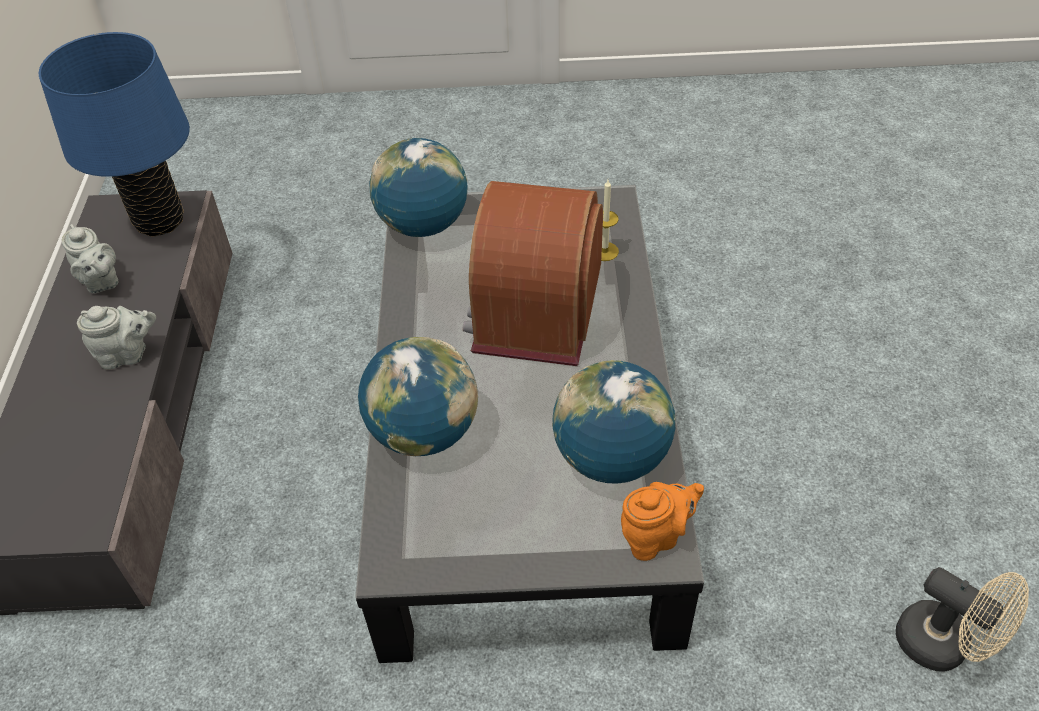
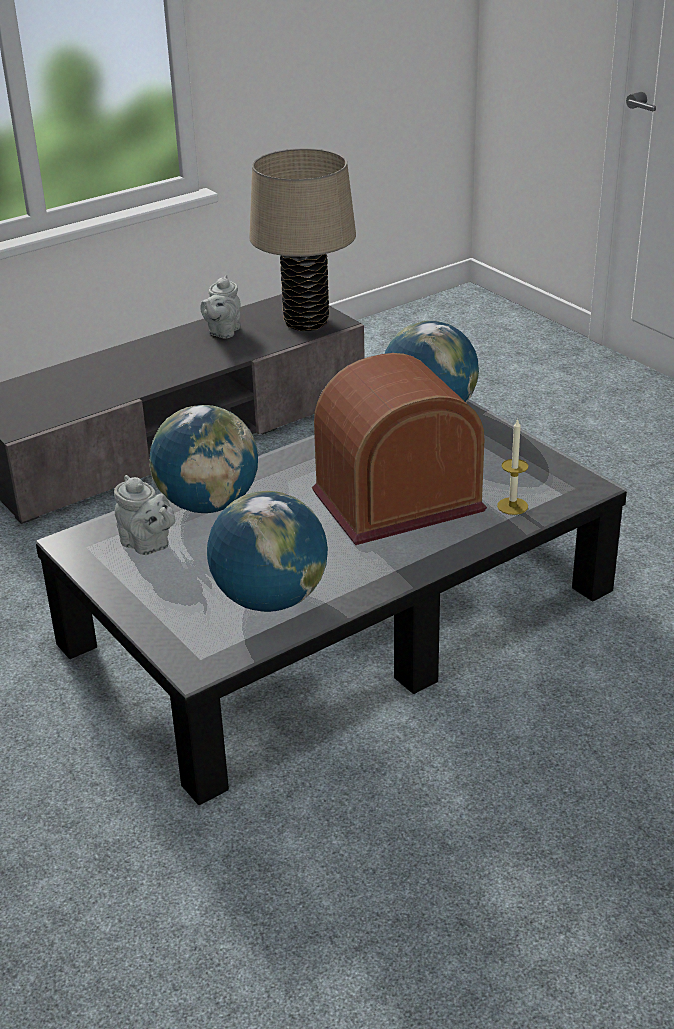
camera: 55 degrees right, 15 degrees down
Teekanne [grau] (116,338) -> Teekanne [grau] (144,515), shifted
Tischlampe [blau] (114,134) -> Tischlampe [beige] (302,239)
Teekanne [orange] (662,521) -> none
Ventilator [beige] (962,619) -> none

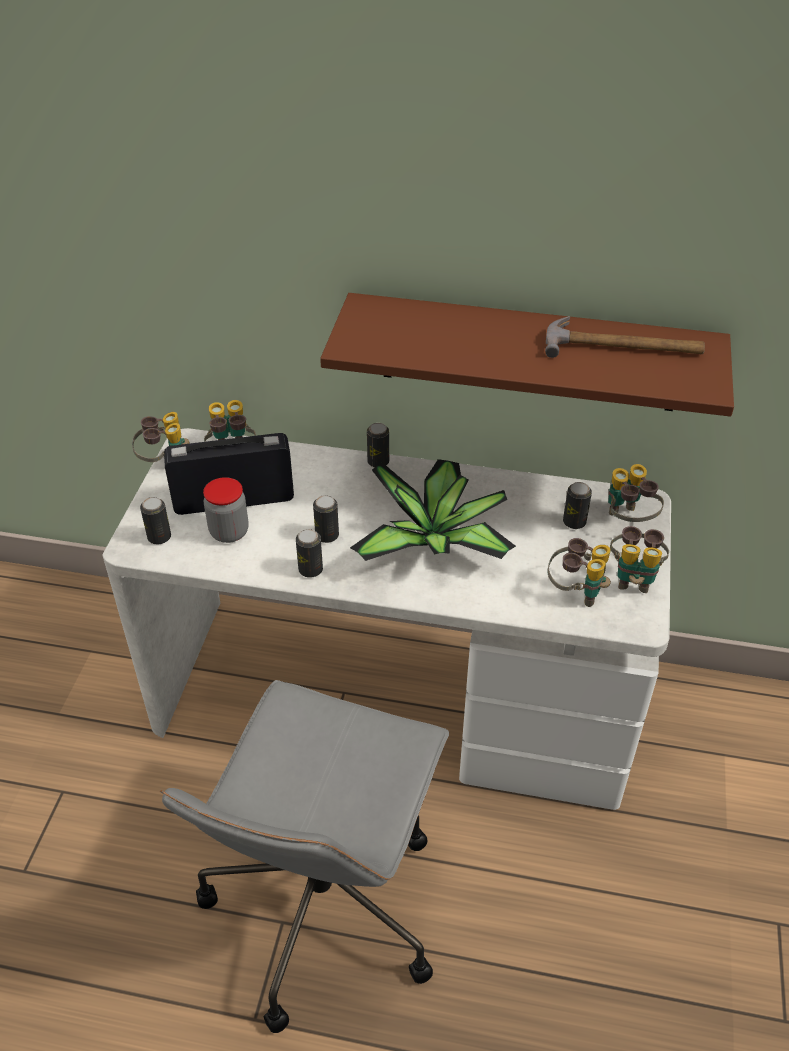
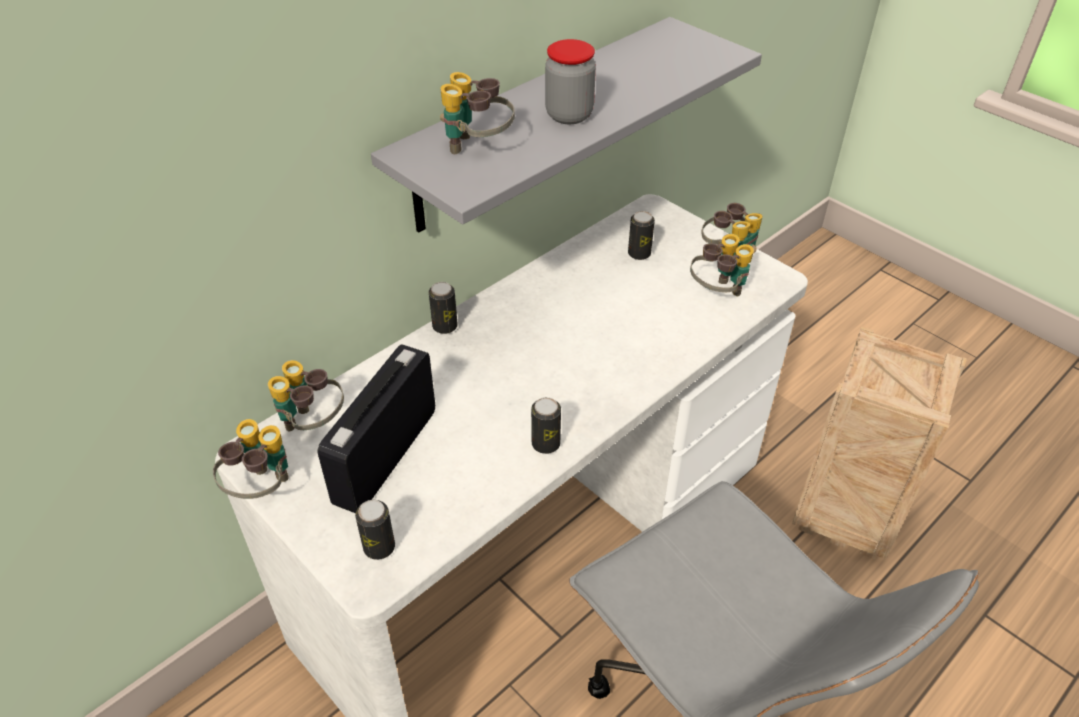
camera: 55 degrees left, 0 degrees up
Wandregal [braun] (527,355) -> Wandregal [grau] (566,125)
Fernglas (636,493) -> Fernglas (477,113), shifted
Vorratsglas (226,510) -> Vorratsglas (570,81), shifted
none -> Kiste (879,443)
Dose (326,519) -> none
Topfpflanze (433,510) -> none
Hammer (625,337) -> none

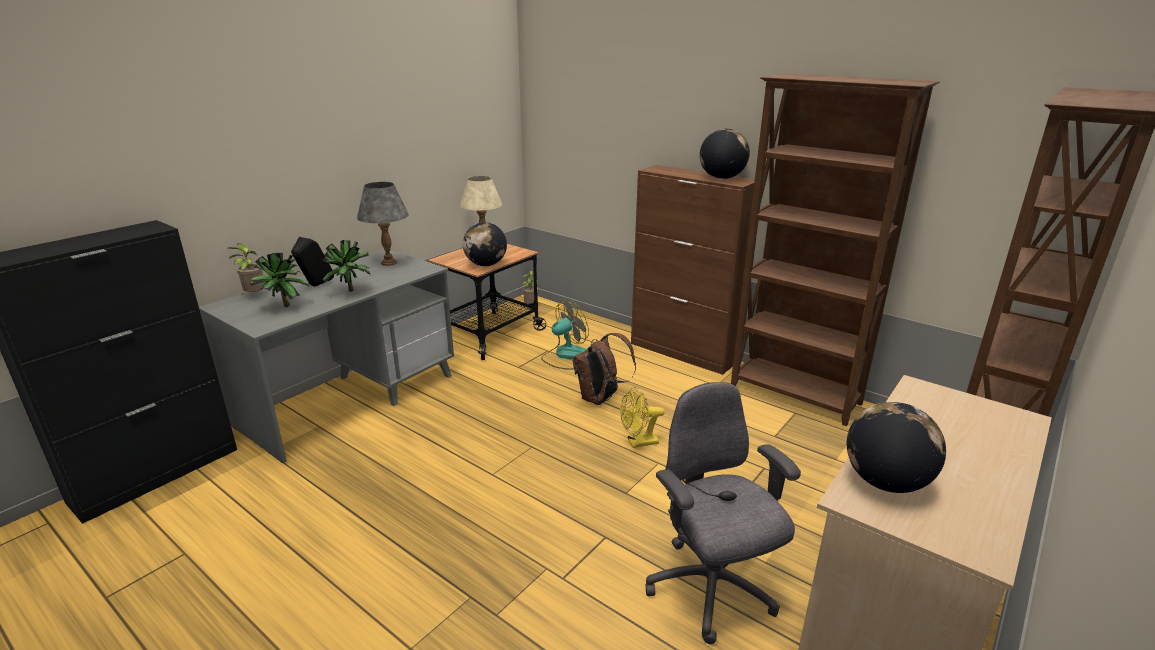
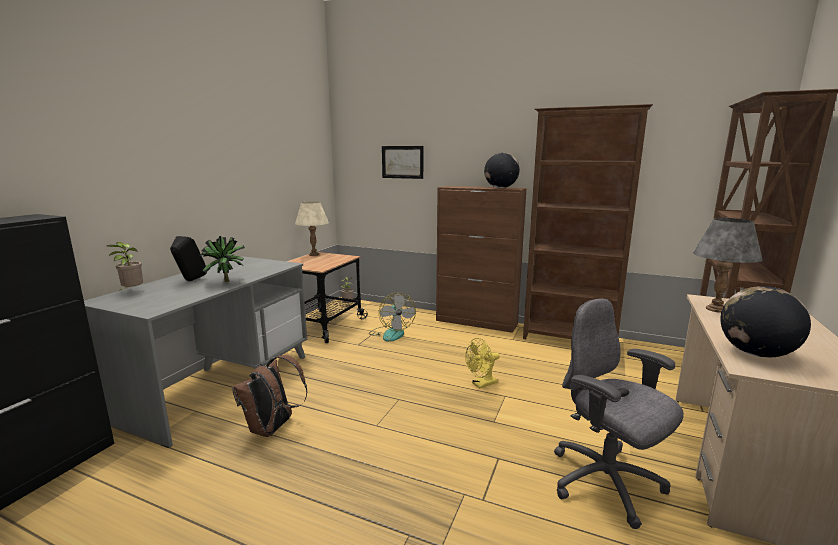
camera: 15 degrees left, 10 degrees down
Rucksack [braun] (604,369) -> Rucksack [braun] (270,396), shifted
Ventilator (565,335) -> Ventilator (392,317), 120 degrees clockwise
none -> Bild (402,162)
Tischlampe [grau] (383,224) -> Tischlampe [grau] (727,265), shifted
Topfpflanze (279,280) -> none
Globus (485,244) -> none

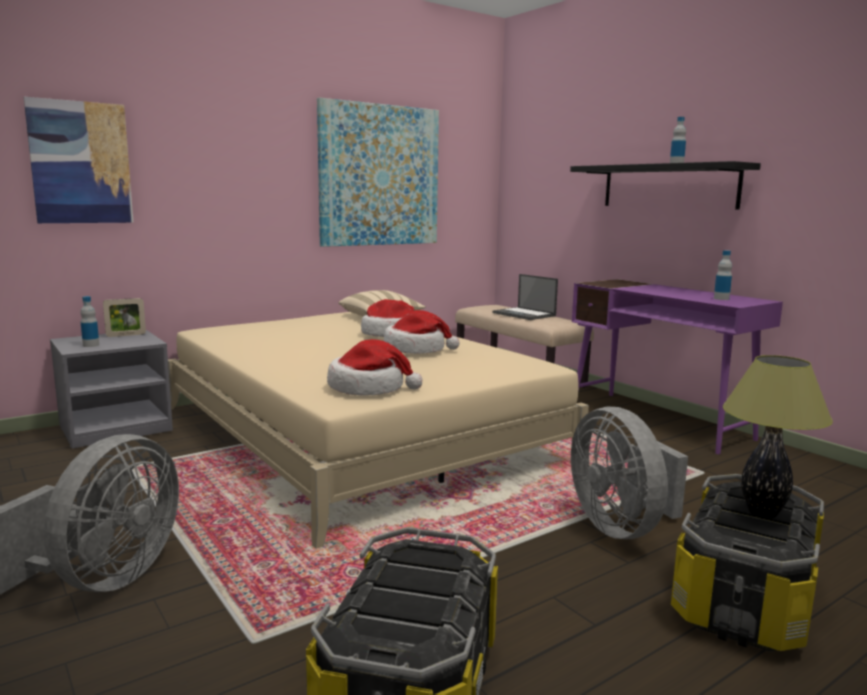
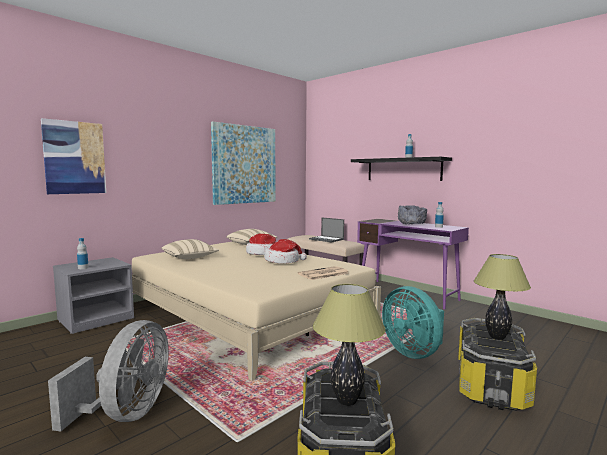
camera: 10 degrees left, 5 degrees down
none -> Kissen [beige] (190,249)
none -> Zeitung (324,273)
none -> Tischlampe (349,345)
Ventilator [grau] (629,472) -> Ventilator [türkis] (413,322)
none -> Schüssel [grau] (412,214)
Bilderrahmen (124,317) -> none
Hut (375,367) -> none

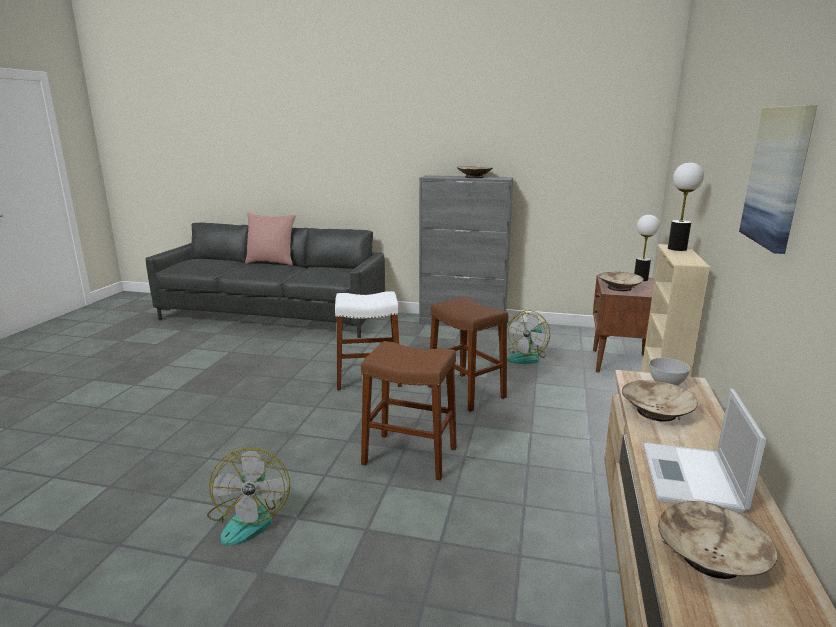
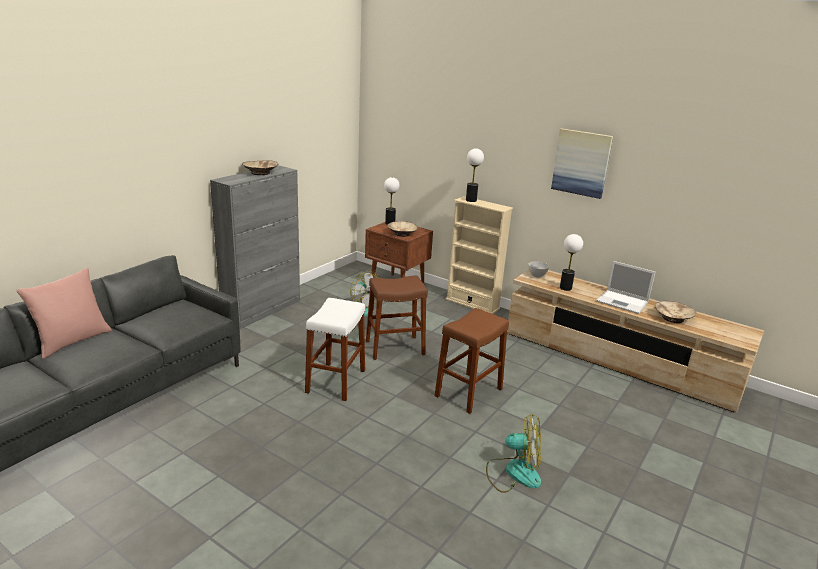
camera: 70 degrees left, 5 degrees up
Schüssel [beige] (660,401) -> Tischlampe (571,262)

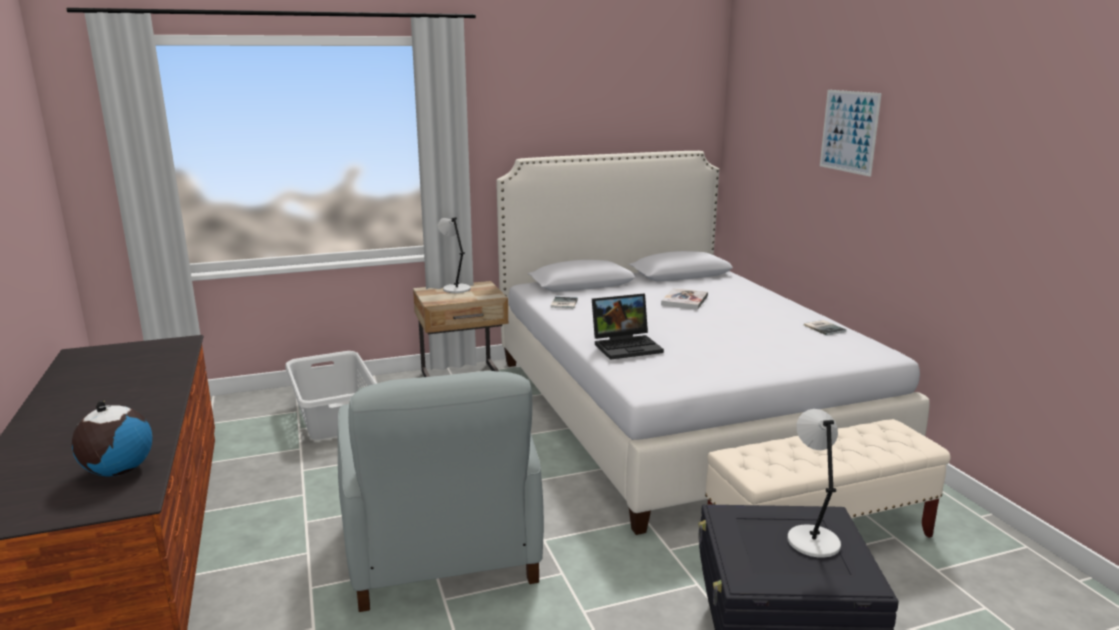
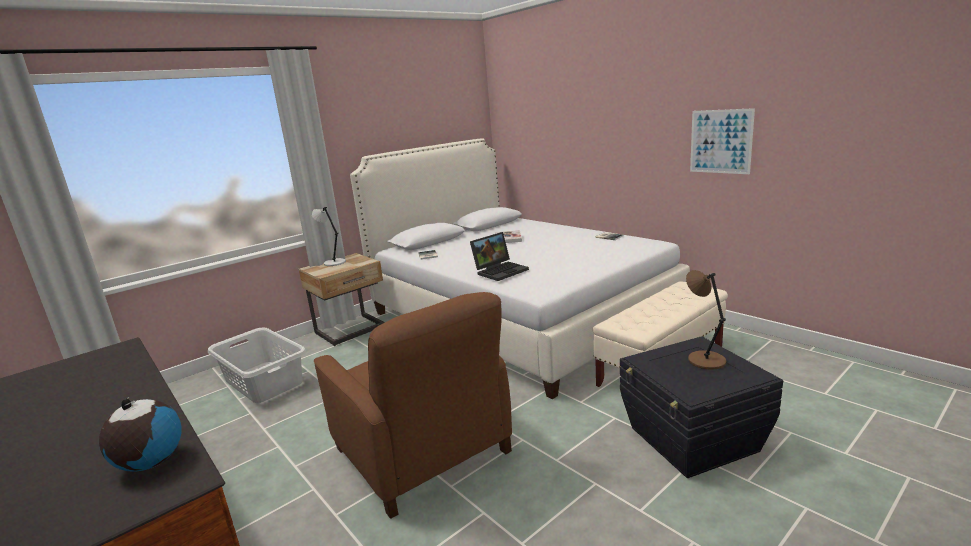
camera: 20 degrees left, 0 degrees up
Sessel [grau] (441,491) -> Sessel [braun] (413,405)
Tischlampe [grau] (814,483) -> Tischlampe [braun] (706,319)
Bild (851,133) -> Bild (722,141), shifted

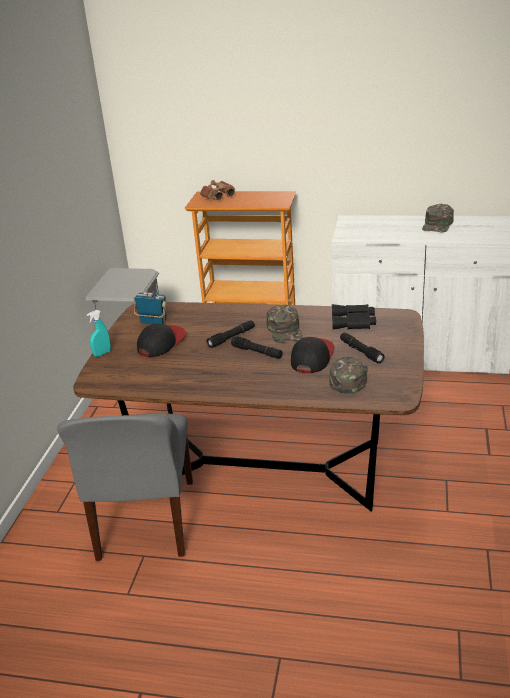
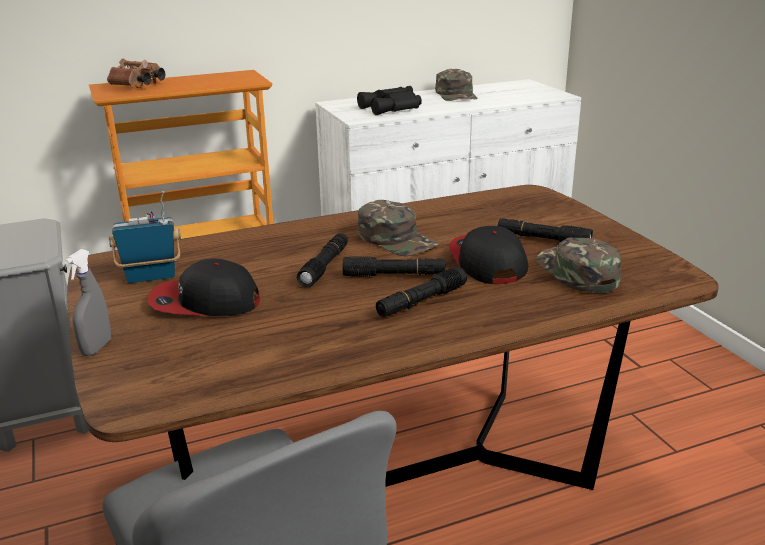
camera: 35 degrees left, 5 degrees down
Sprühflasche [türkis] (99,333) -> Sprühflasche [grau] (88,302)
Kappe (161,340) -> Kappe (204,287), 90 degrees counterclockwise
Fernglas [schwarz] (354,316) -> Fernglas [schwarz] (389,100), shifted
none -> Taschenlampe [schwarz] (421,292)

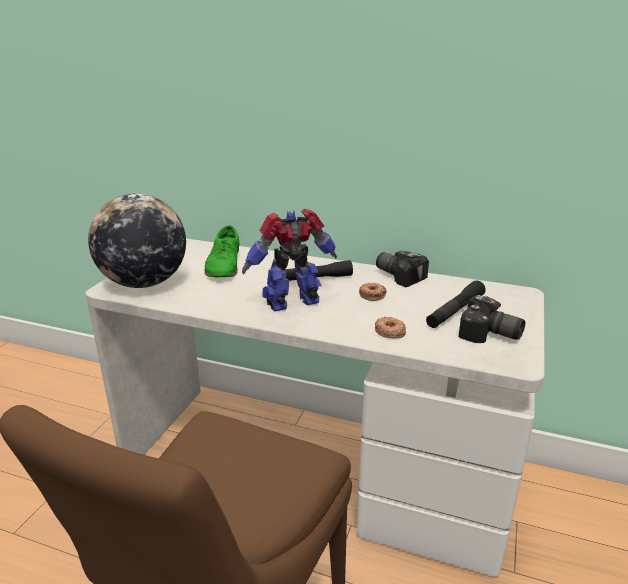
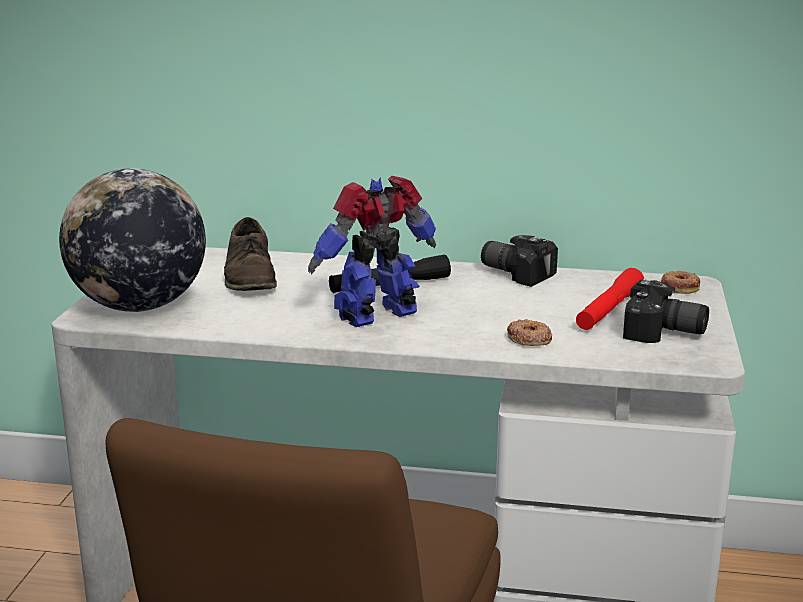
camera: 10 degrees left, 5 degrees down
Schuh [grün] (222,251) -> Schuh [braun] (250,254)
Taschenlampe [schwarz] (456,304) -> Taschenlampe [rot] (610,299)
Donut (373,292) -> Donut (680,282), shifted

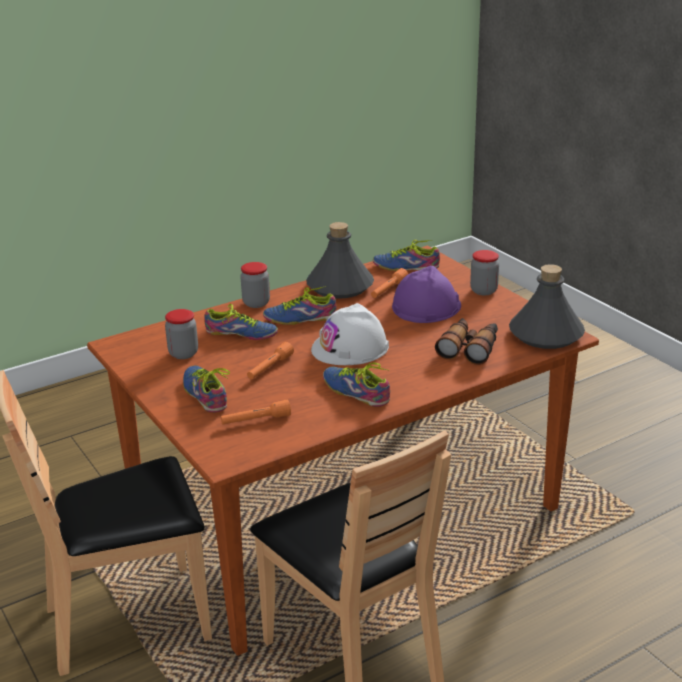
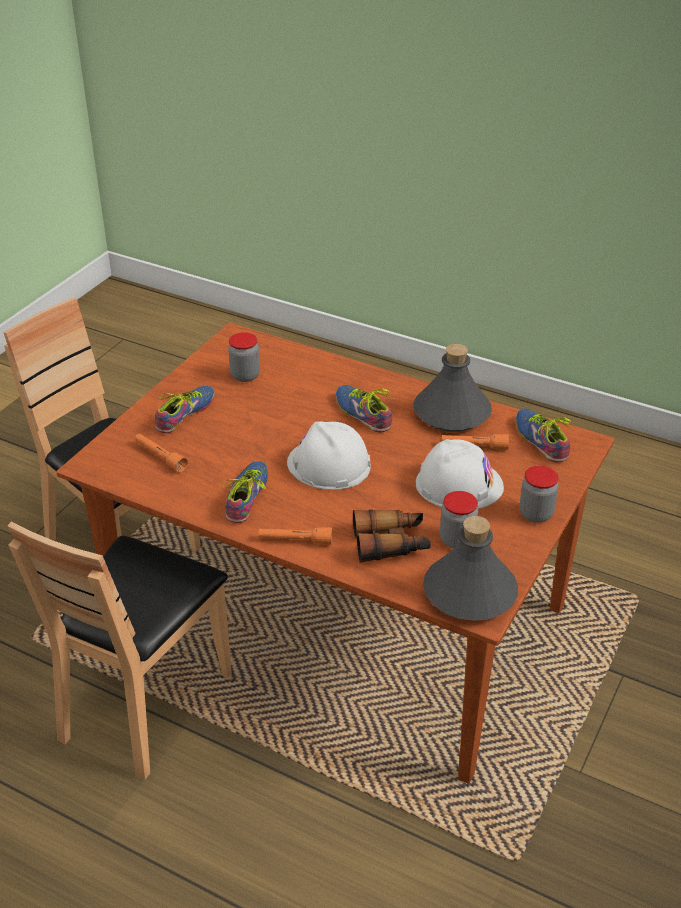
camera: 60 degrees right, 10 degrees up
Taschenlampe [orange] (270,360) -> Taschenlampe [orange] (295,536), shifted
Schutzhelm [lila] (426,294) -> Schutzhelm [weiß] (460,474)
Vorratsglas (255,285) -> Vorratsglas (459,520), shifted
Schuh (241,322) -> none

